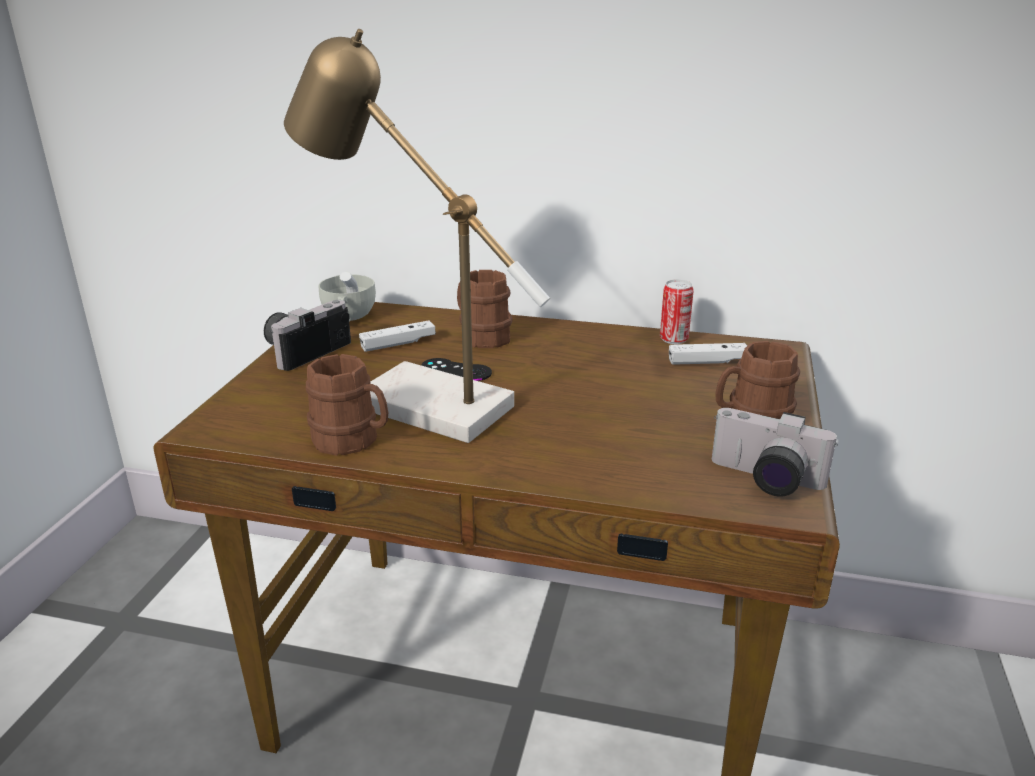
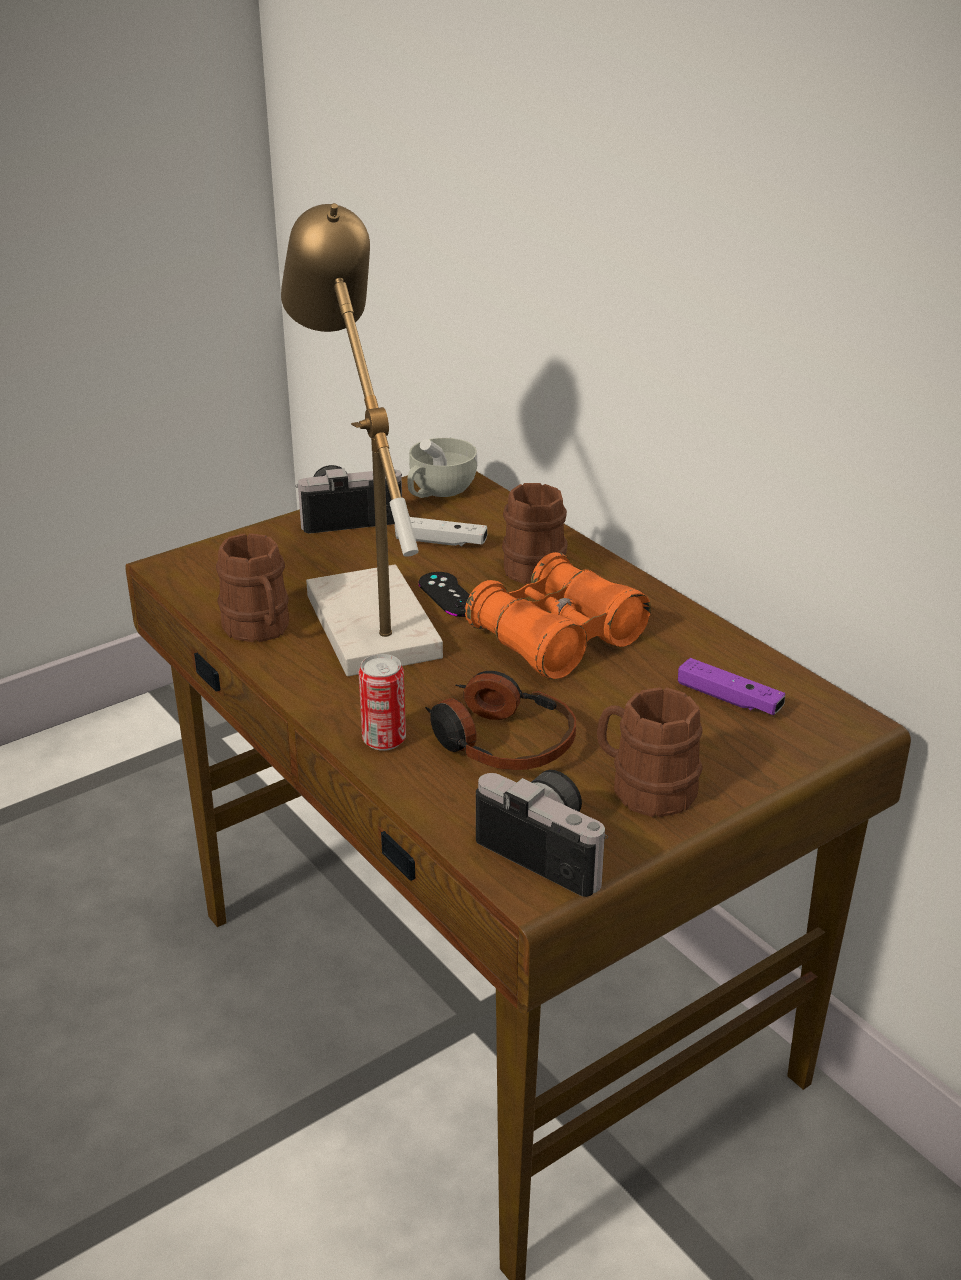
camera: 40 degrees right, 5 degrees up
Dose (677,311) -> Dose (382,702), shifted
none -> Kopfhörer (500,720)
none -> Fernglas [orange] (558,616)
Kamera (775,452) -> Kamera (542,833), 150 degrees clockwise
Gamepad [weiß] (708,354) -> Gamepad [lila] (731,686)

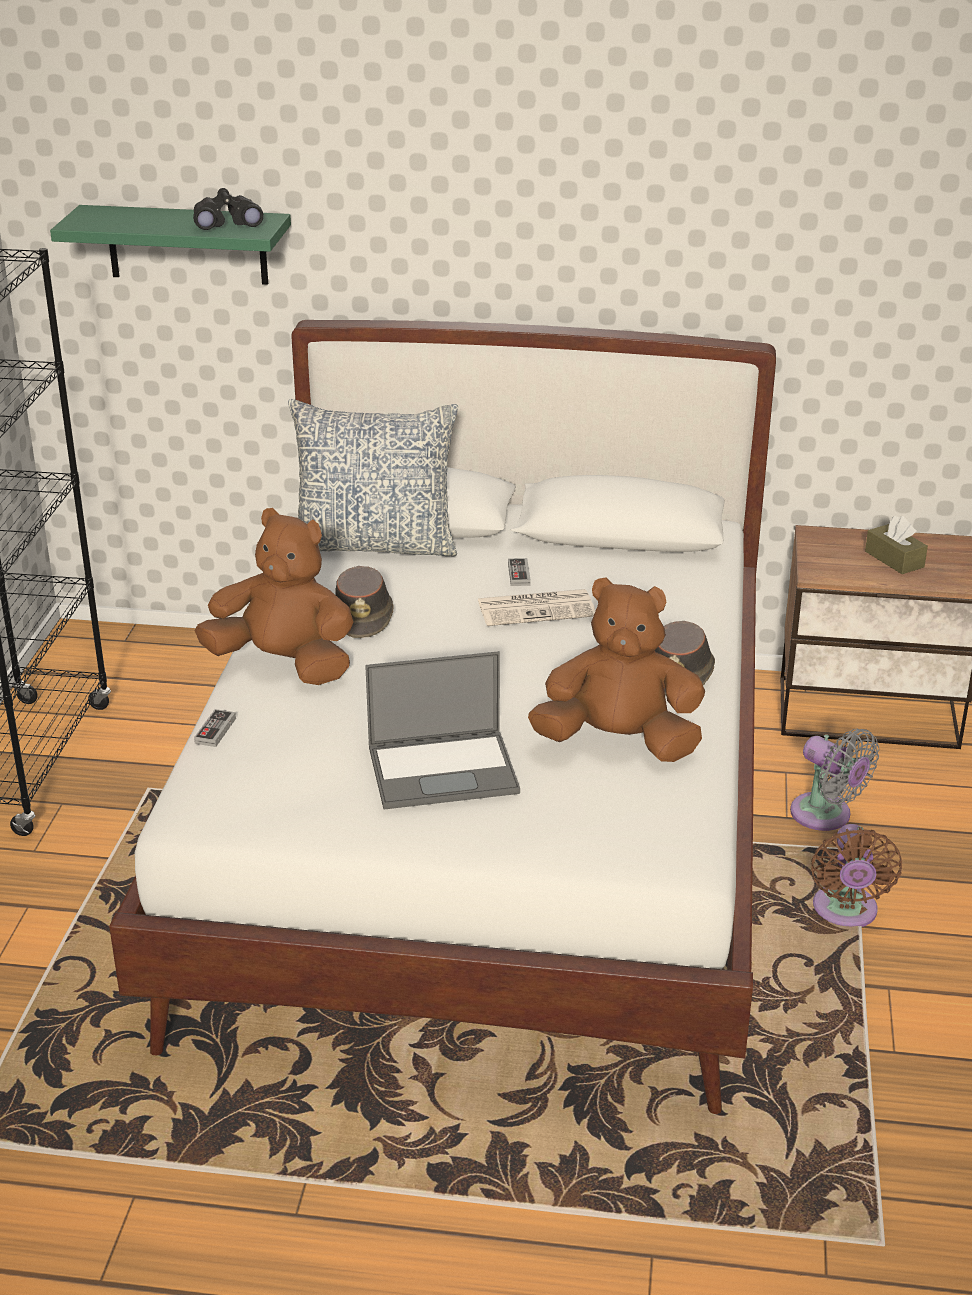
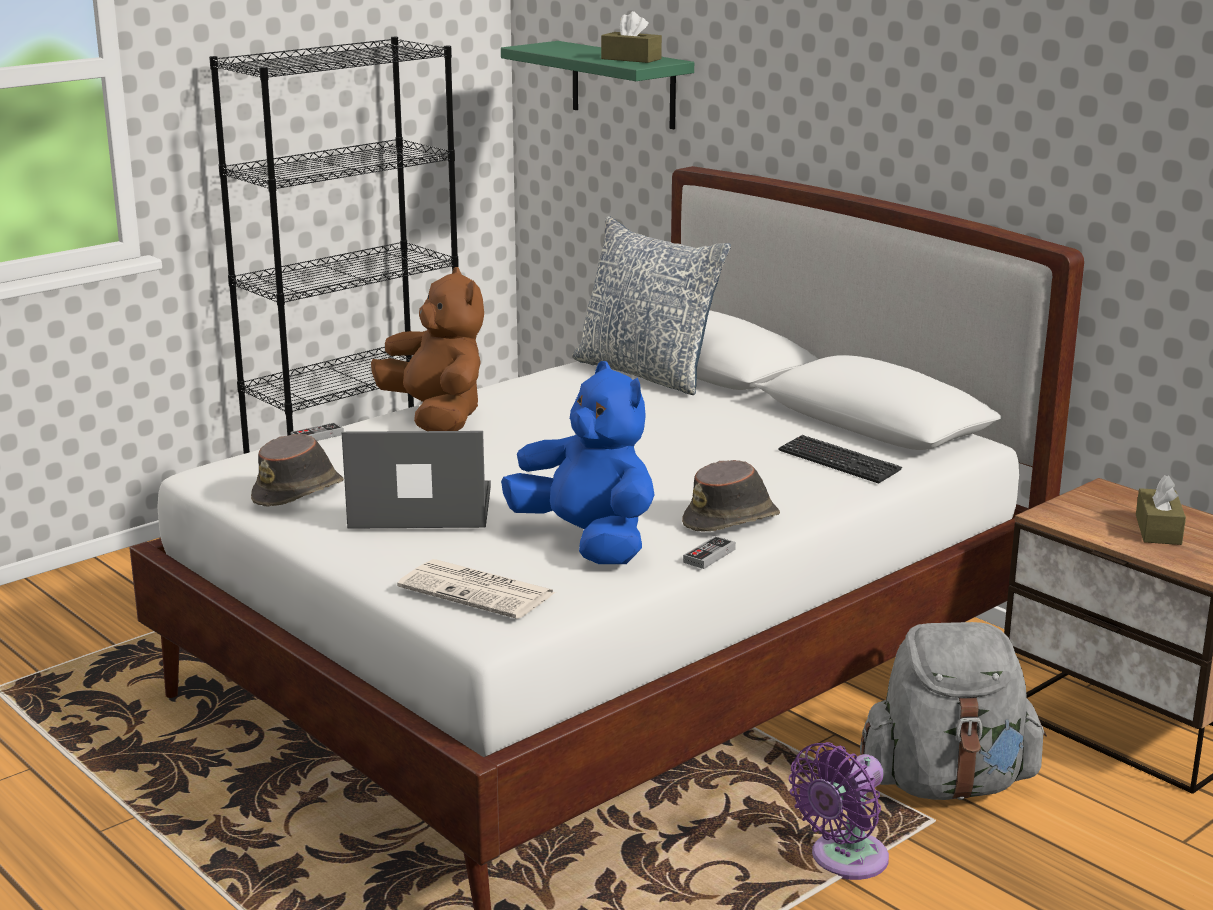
camera: 40 degrees right, 10 degrees down
Hut [braun] (364,602) -> Hut [braun] (297,470), shifted
Laptop (442,730) -> Laptop (416,480), 150 degrees clockwise
Zeitung (537,607) -> Zeitung (476,589), shifted
Plüschtier [braun] (616,670) -> Plüschtier [blau] (578,462)
Fernglas [schwarz] (228,209) -> Taschentuchbox [braun] (631,37)
Gamepad (519,572) -> Gamepad (709,552), shifted
none -> Tastatur (840,459)
Ventilator [braun] (856,875) -> Ventilator [lila] (839,811)
Ventilator [grau] (834,780) -> Rucksack [grau] (953,711)

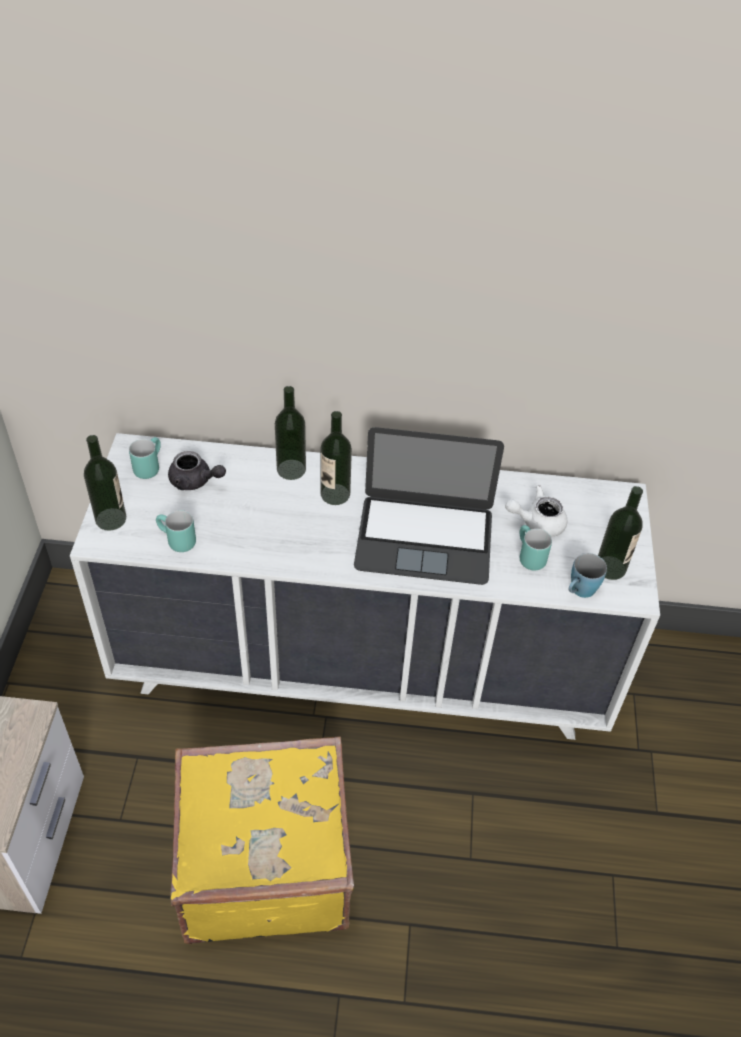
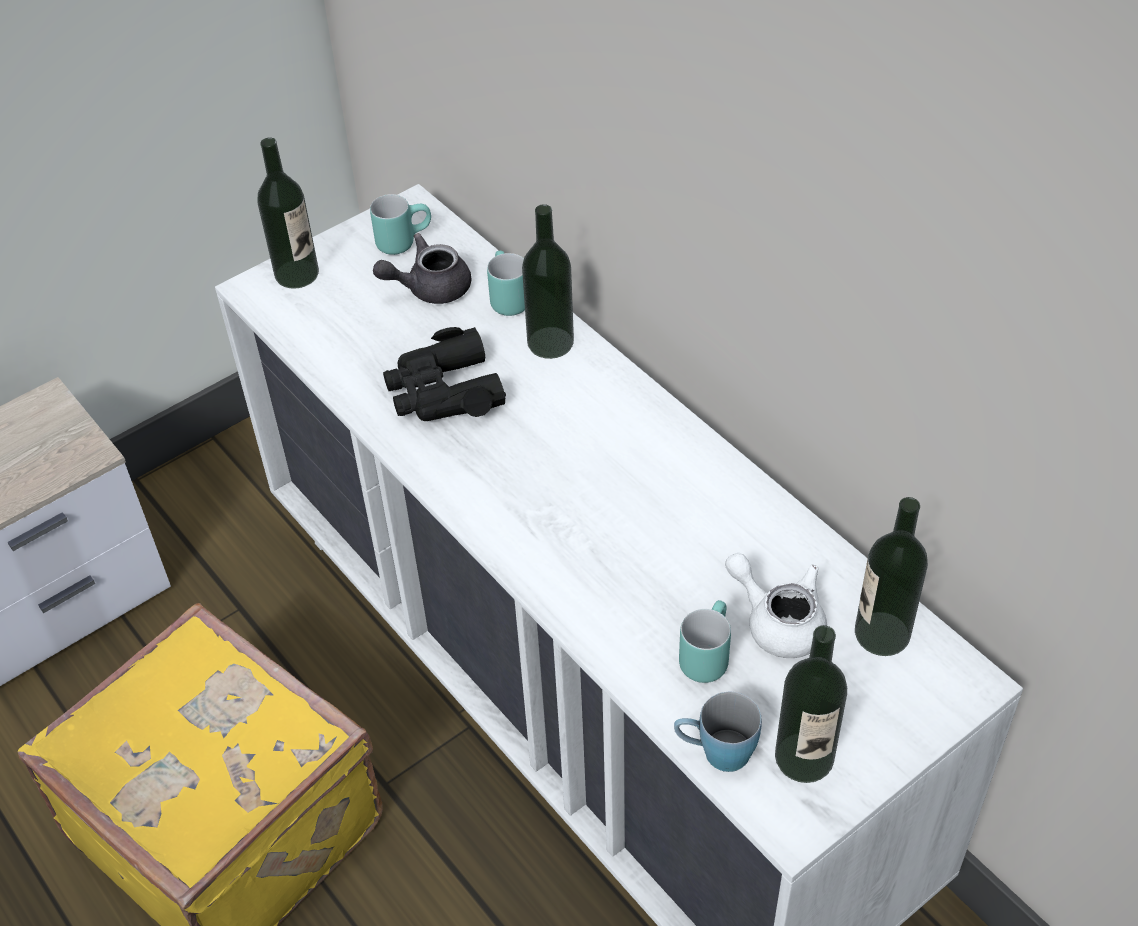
camera: 50 degrees right, 0 degrees up
Teekanne [grau] (197,470) -> Teekanne [grau] (422,268), 90 degrees clockwise
none -> Fernglas [schwarz] (444,374)
Henkelbecher [türkis] (176,531) -> Henkelbecher [türkis] (506,283), shifted
Flasche (336,458) -> Flasche (891,576), shifted
Laptop (429,506) -> none

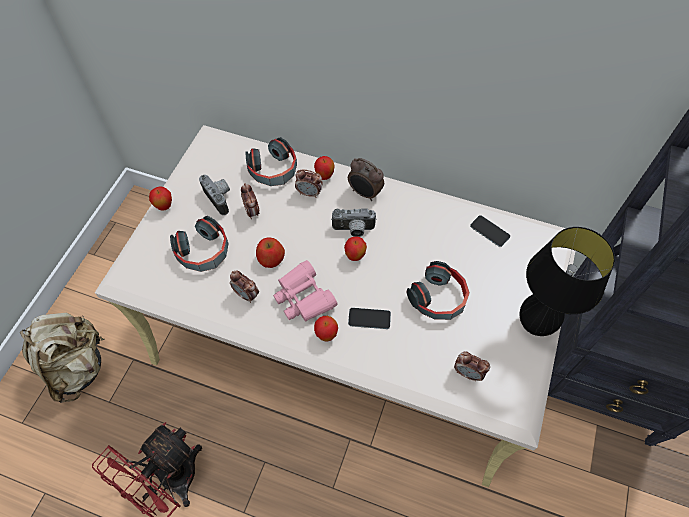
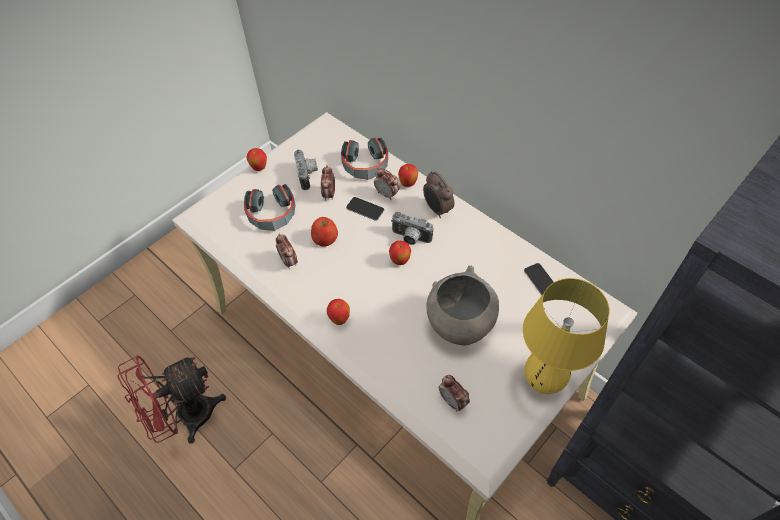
camera: 25 degrees right, 5 degrees down
Handy (369,318) -> Handy (365,209), shifted
Kopfhörer (438,290) -> Schüssel [grau] (462,305)
Tischlampe [schwarz] (567,281) -> Tischlampe [gelb] (566,336)
Rucksack [beige] (62,358) -> none
Fernglas [rosa] (305,291) -> none

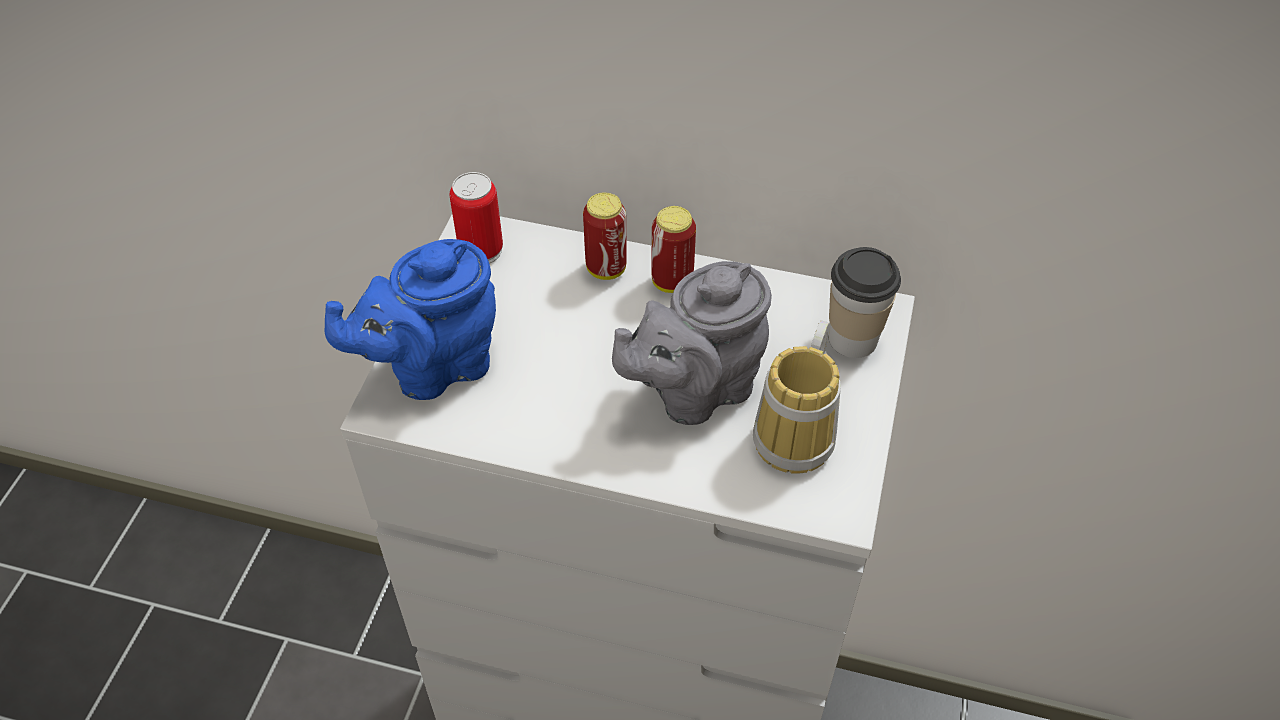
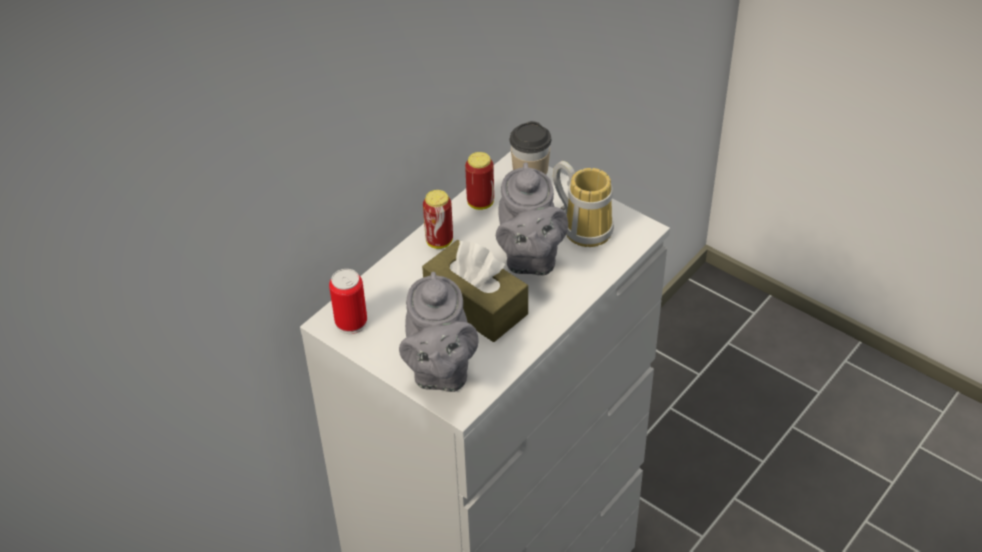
camera: 65 degrees left, 5 degrees down
Teekanne [blau] (410,319) -> Teekanne [grau] (438,332)
none -> Taschentuchbox [braun] (475,291)
Dose (605,236) -> Dose (479,181), shifted

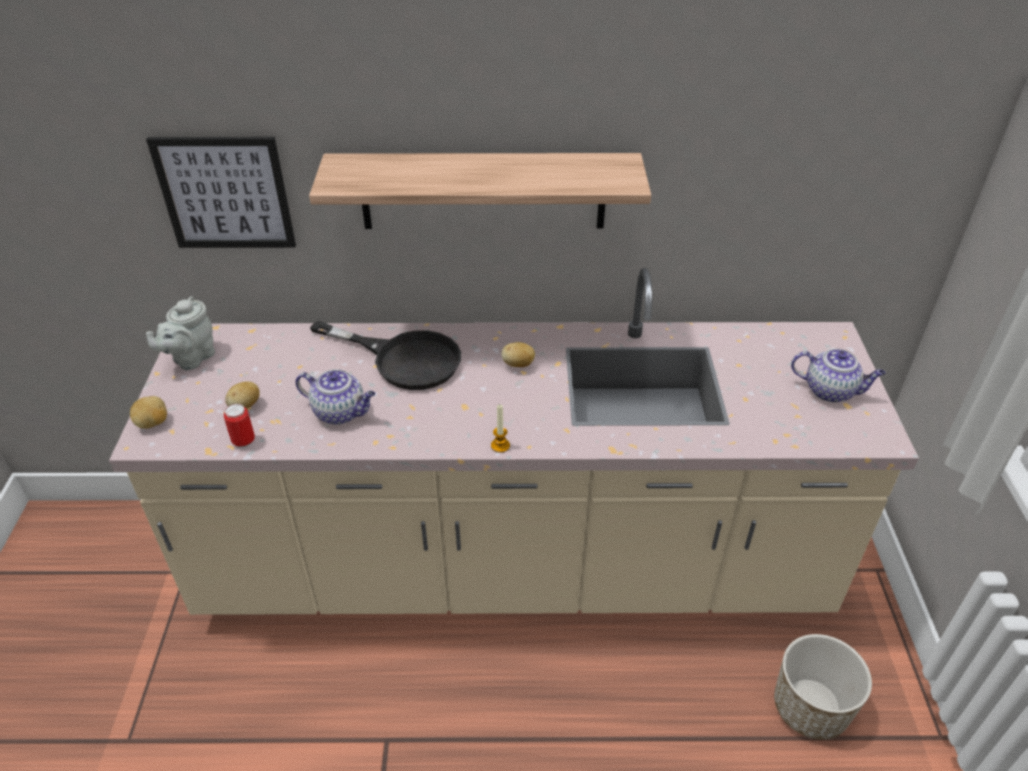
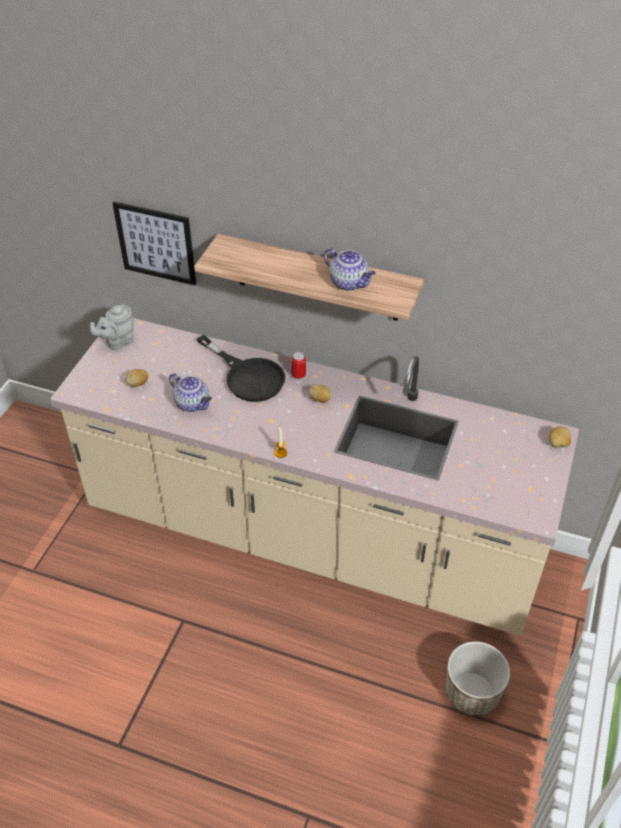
camera: 20 degrees right, 5 degrees up
Dose (239,426) -> Dose (298,366), shifted
Teekanne (838,375) -> Teekanne (350,269), shifted
Kartoffel (148,412) -> Kartoffel (560,437), shifted

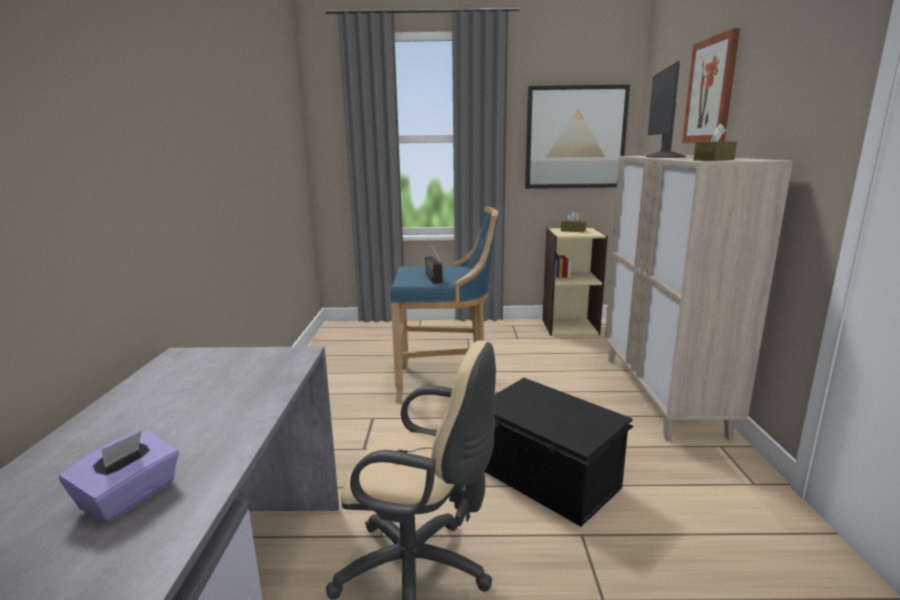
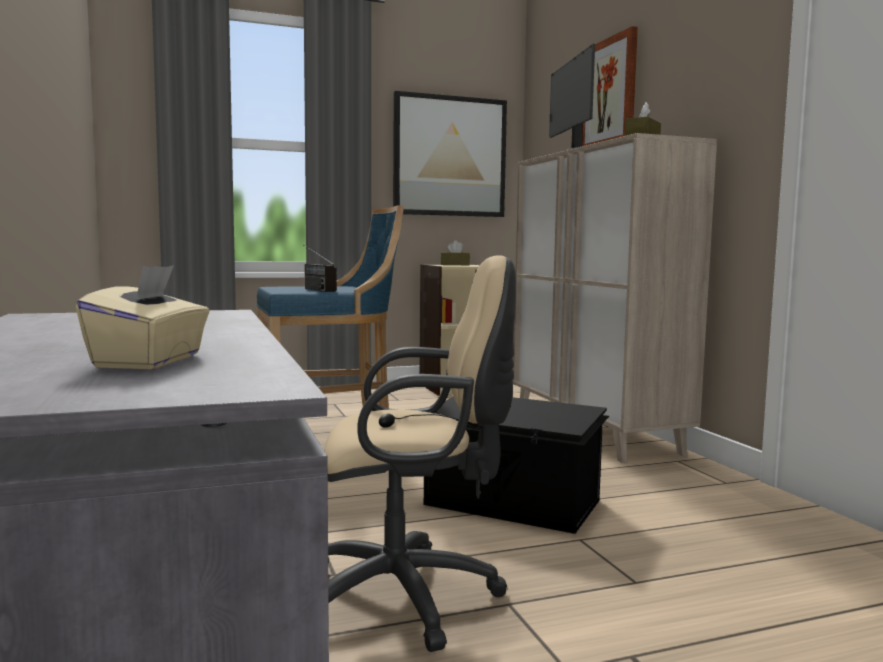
camera: 20 degrees left, 10 degrees down
Taschentuchbox [lila] (119,476) -> Taschentuchbox [beige] (142,317)

